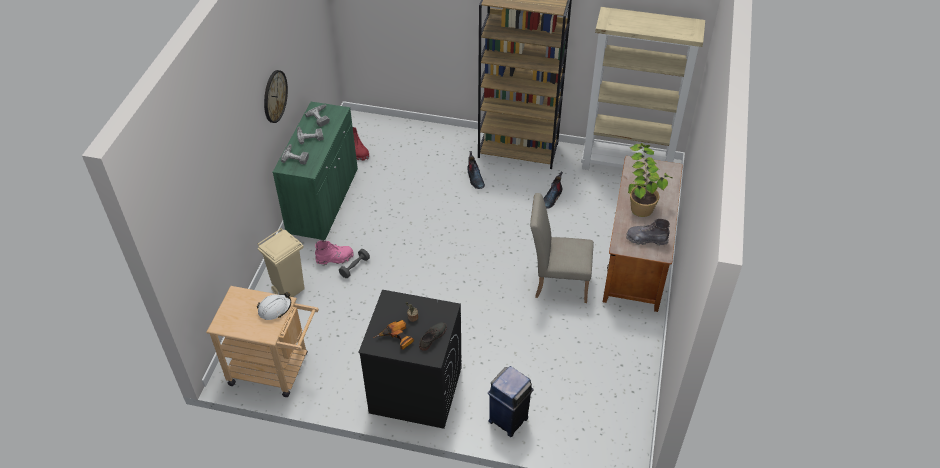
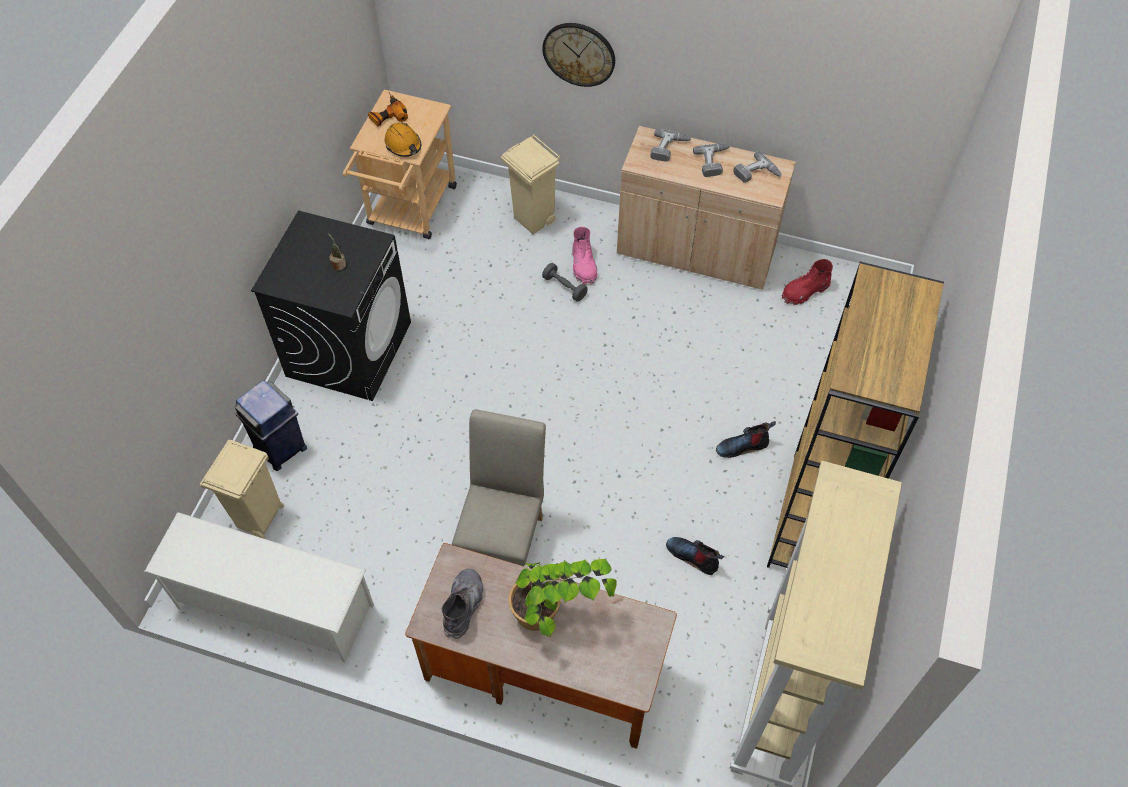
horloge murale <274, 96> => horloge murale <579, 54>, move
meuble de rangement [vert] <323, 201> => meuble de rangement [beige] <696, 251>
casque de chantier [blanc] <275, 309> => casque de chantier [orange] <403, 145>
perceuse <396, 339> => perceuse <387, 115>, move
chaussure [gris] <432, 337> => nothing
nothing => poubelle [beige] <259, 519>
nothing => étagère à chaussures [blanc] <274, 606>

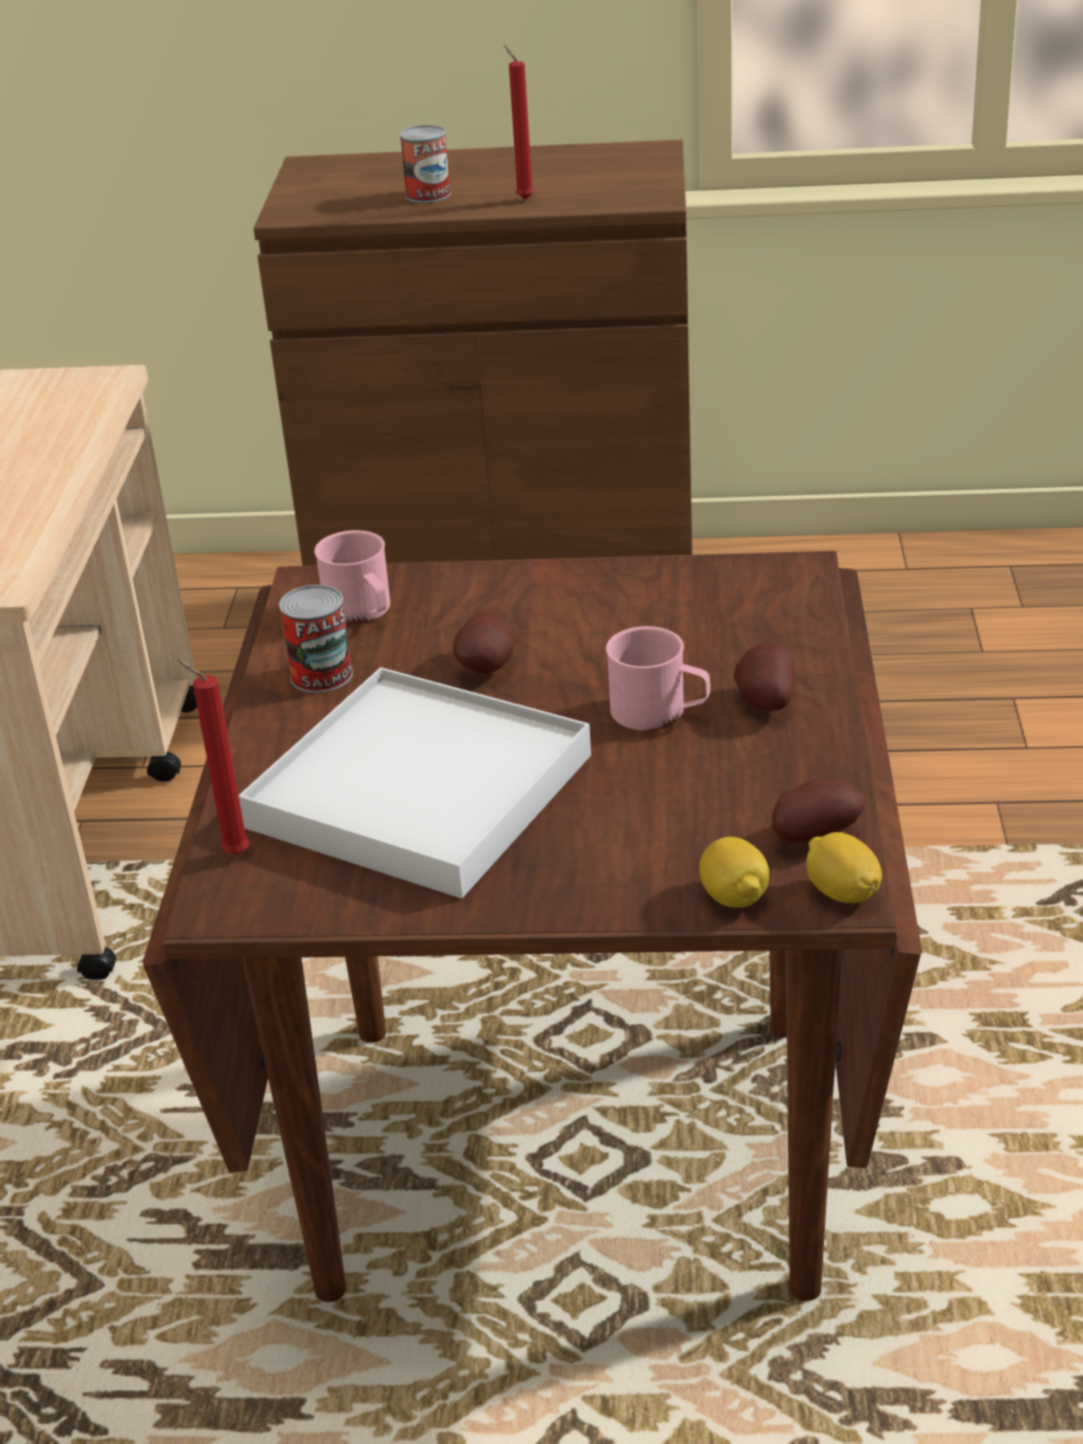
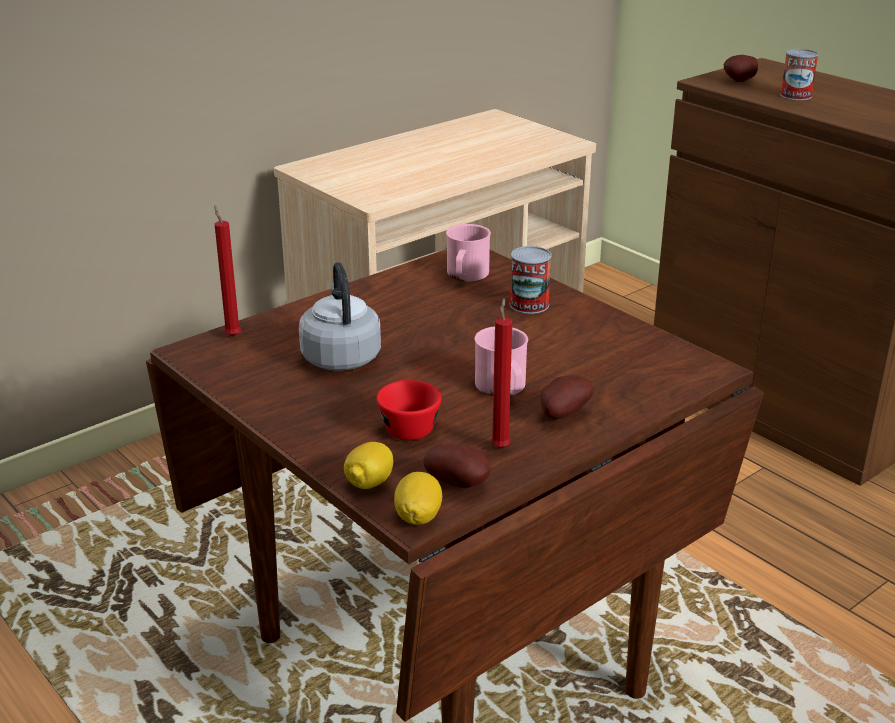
bougie [rouge] <523, 198> => bougie [rouge] <500, 446>, move
boîte métallique <321, 675> => boîte métallique <529, 304>, move
pomme de terre <488, 667> => pomme de terre <741, 81>, move
plateau [blanc] <419, 791> => bouilloire [gris] <340, 356>
nothing => tasse [rouge] <407, 426>

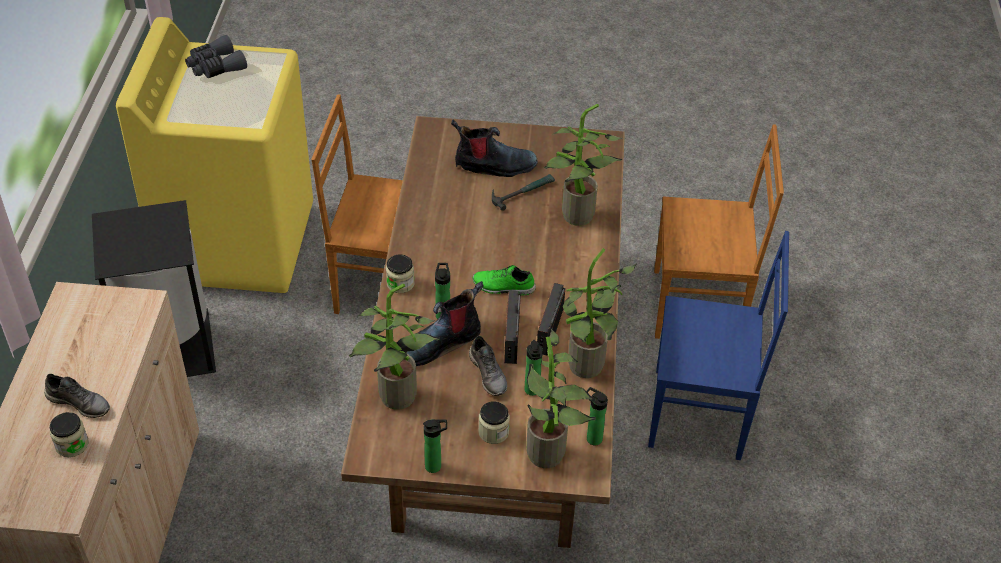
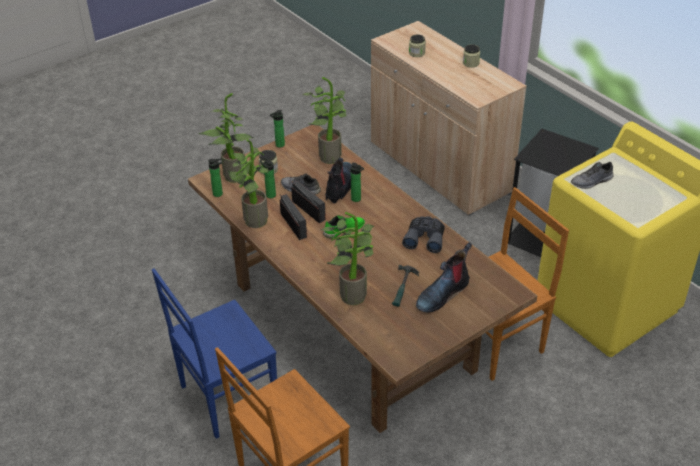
jumelles [gris] <215, 66> => jumelles [gris] <425, 238>, move
bocal <400, 283> => bocal <471, 63>, move
chaussure [gris] <79, 402> => chaussure [gris] <592, 182>, move

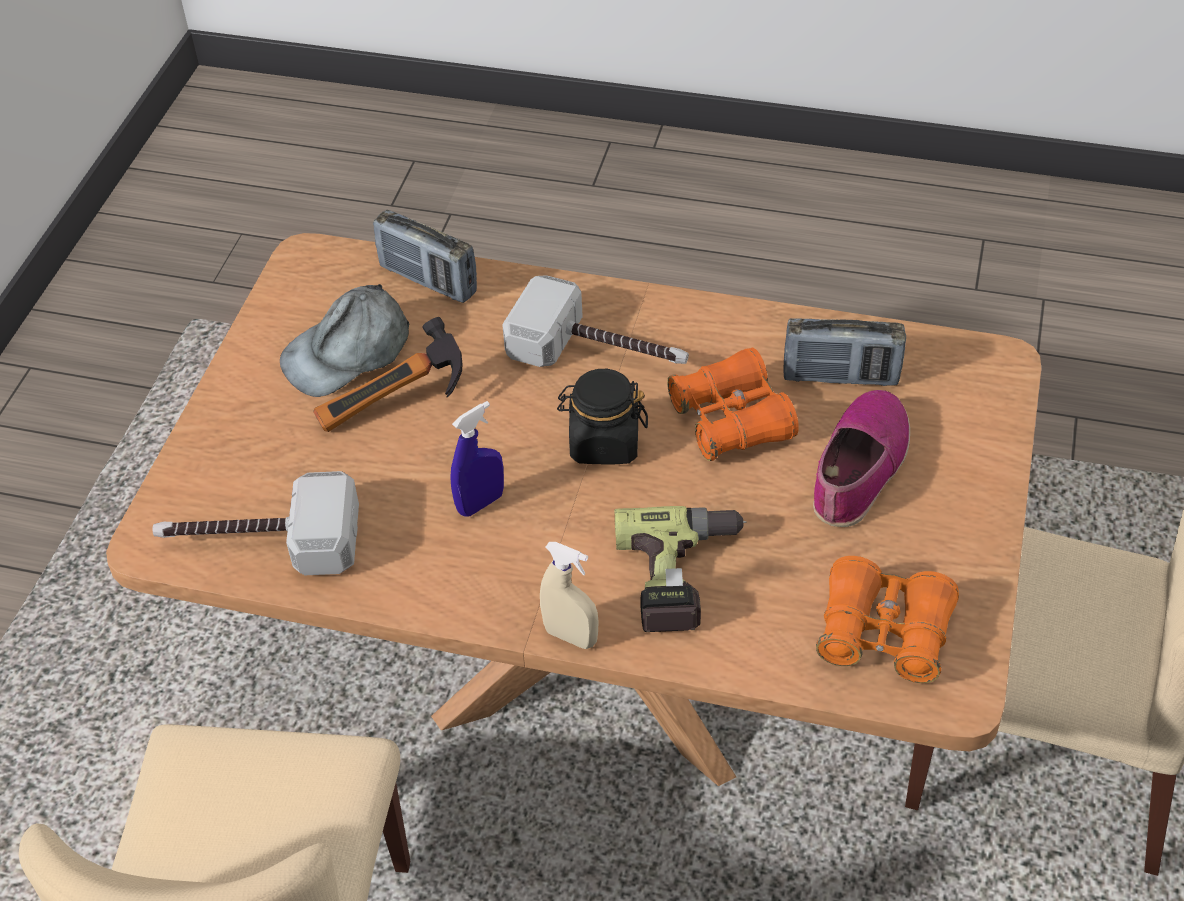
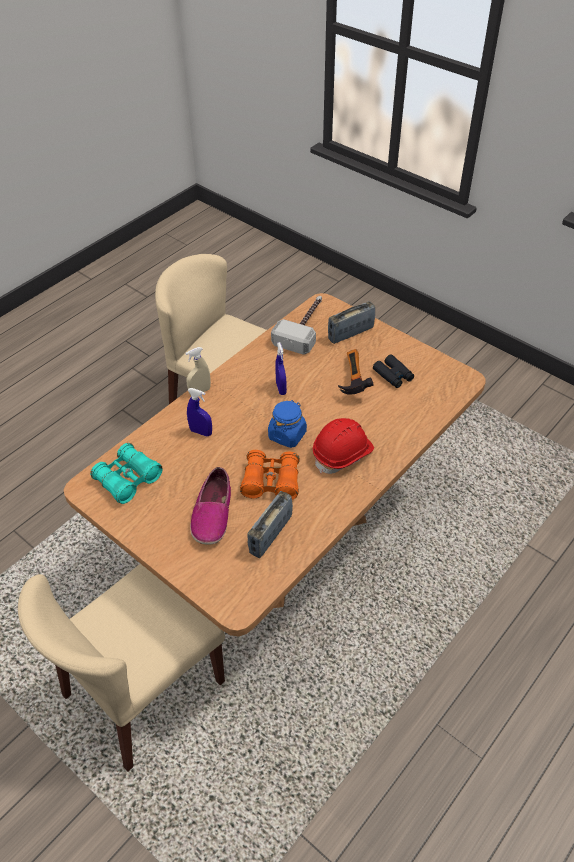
radio <428, 280> => radio <350, 333>, move
marteau <601, 352> => casque de chantier [rouge] <343, 454>
casquette [gris] <348, 352> => jumelles [noir] <393, 375>
bocal [noir] <604, 443> => bocal [bleu] <287, 435>
chaussure <859, 468> => chaussure <212, 514>, 45 degrees clockwise
perceuse <683, 577> => vaporisateur [bleu] <201, 432>
jumelles [orange] <883, 634> => jumelles [turquoise] <128, 479>

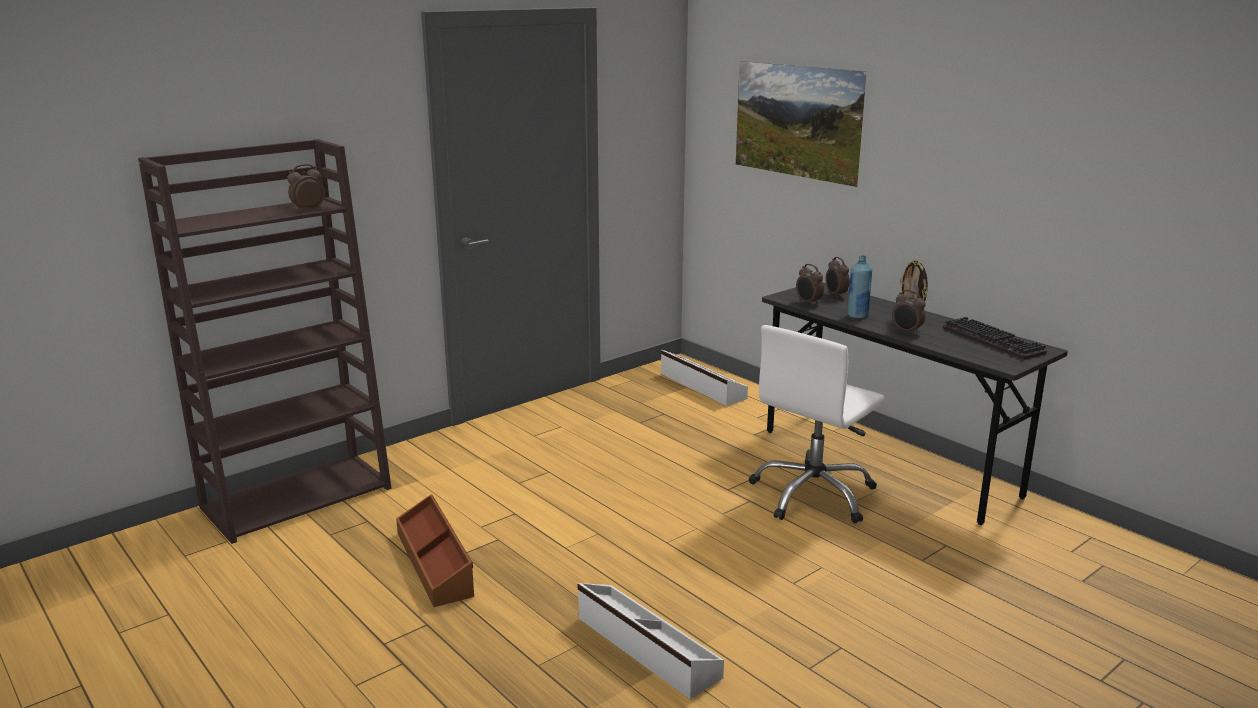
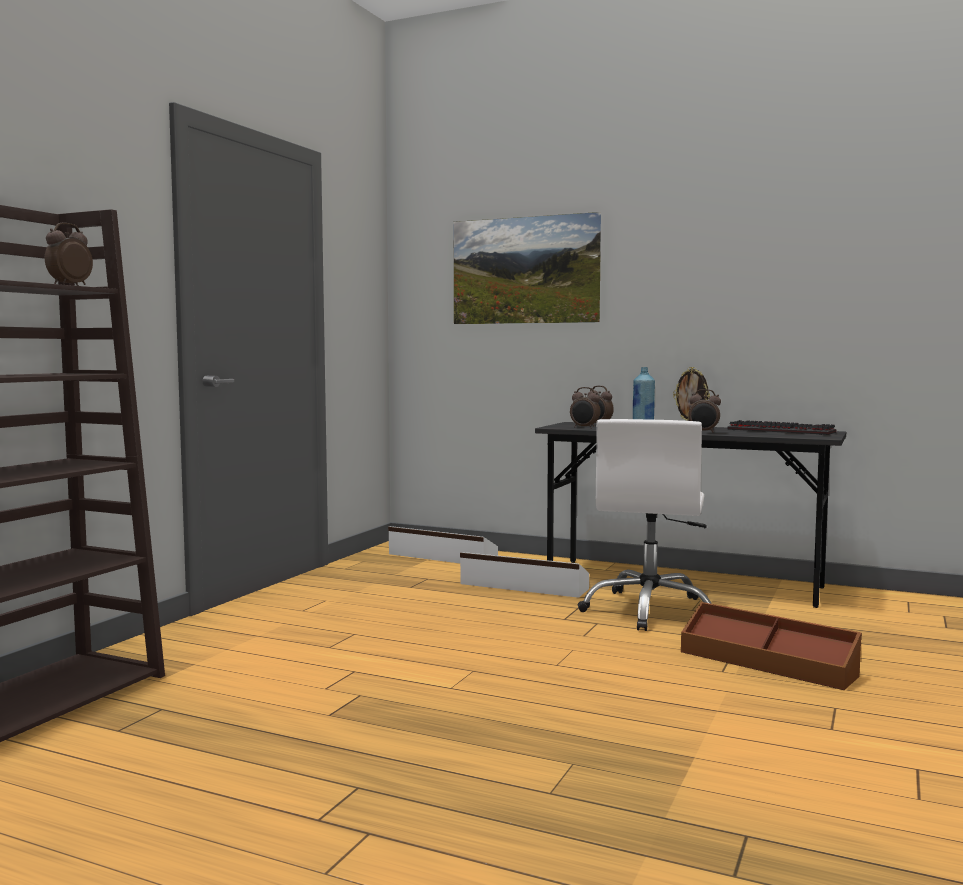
boîte de rangement [marron] <436, 563> => boîte de rangement [marron] <767, 663>, move
boîte de rangement [blanc] <646, 648> => boîte de rangement [blanc] <523, 587>, move

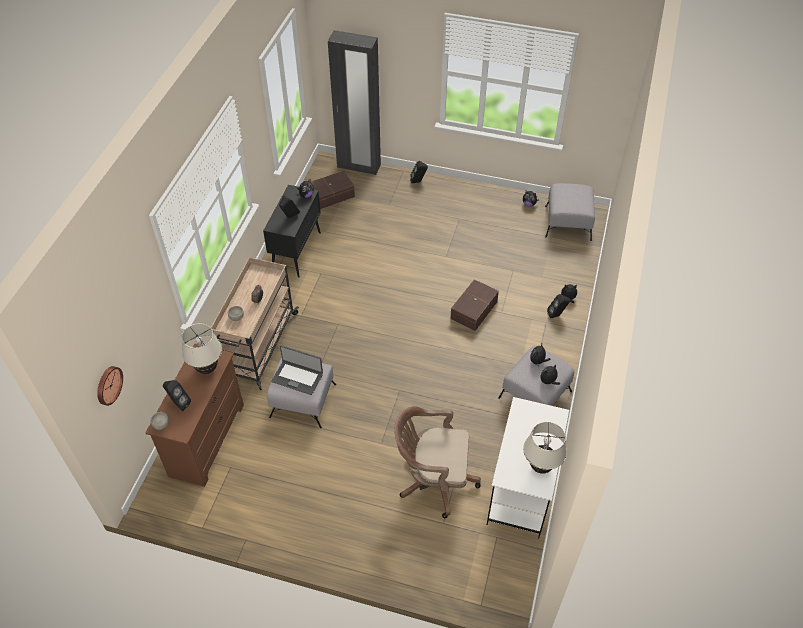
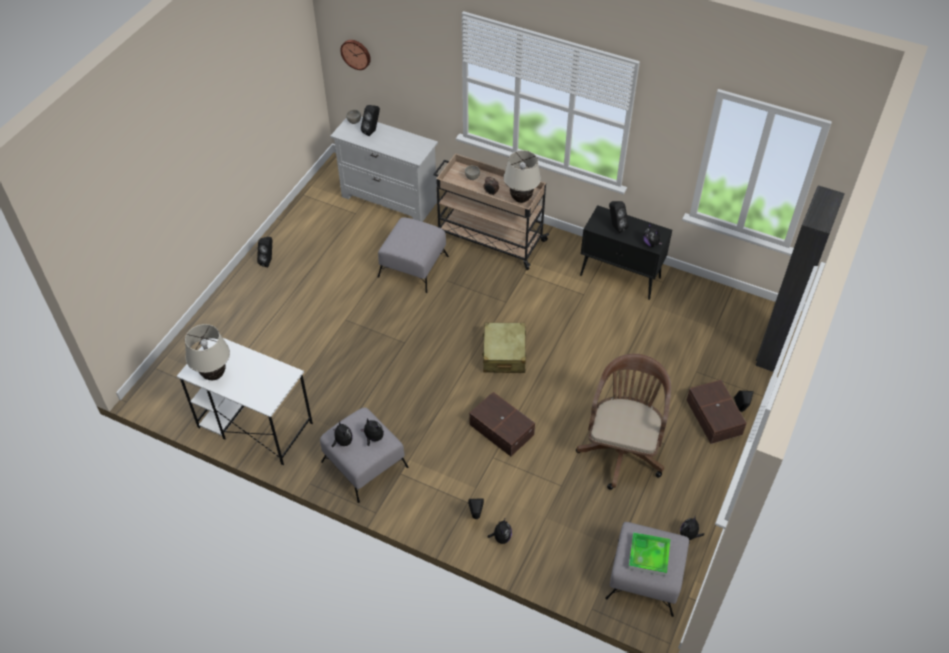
boîte de rangement [marron] <332, 195> => boîte de rangement [marron] <713, 418>, move
lampe de table [beige] <207, 369> => lampe de table [beige] <521, 199>, move
commode [marron] <207, 439> => commode [blanc] <389, 199>
ordinateur portable <297, 377> => nothing
chaise de bureau [marron] <433, 480> => chaise de bureau [marron] <622, 449>, move
nothing => enceinte [noir] <268, 261>
nothing => valise [beige] <504, 354>
nothing => plateau <648, 555>

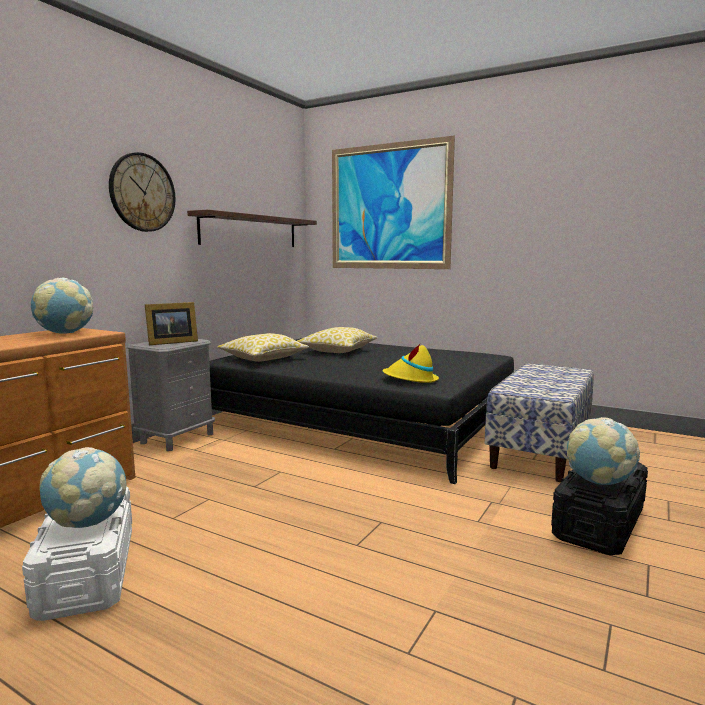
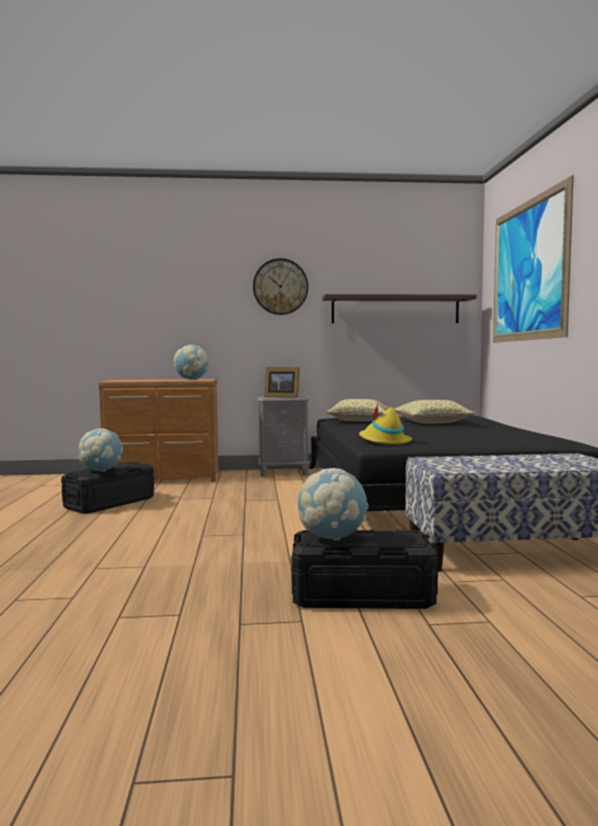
boîte de rangement [blanc] <87, 572> => boîte de rangement [noir] <110, 502>

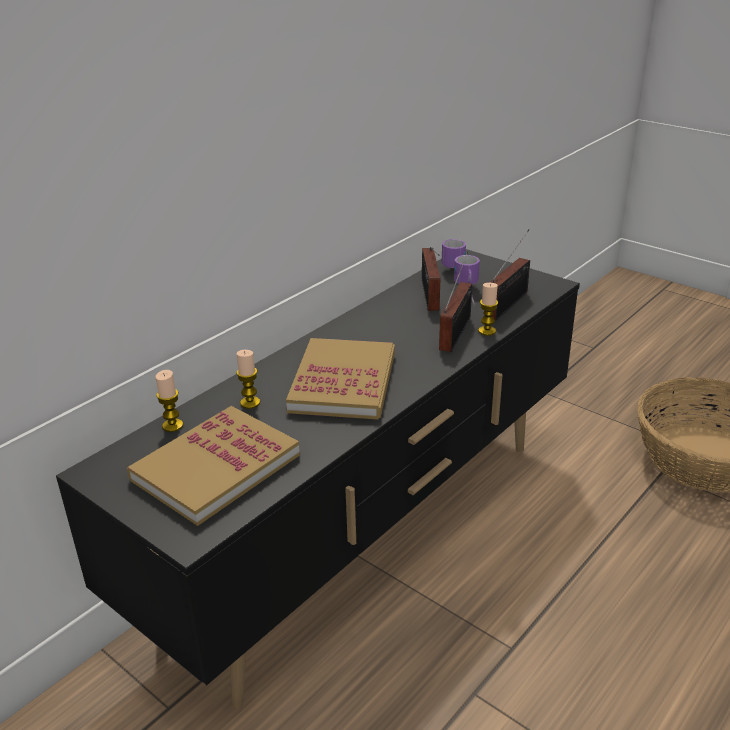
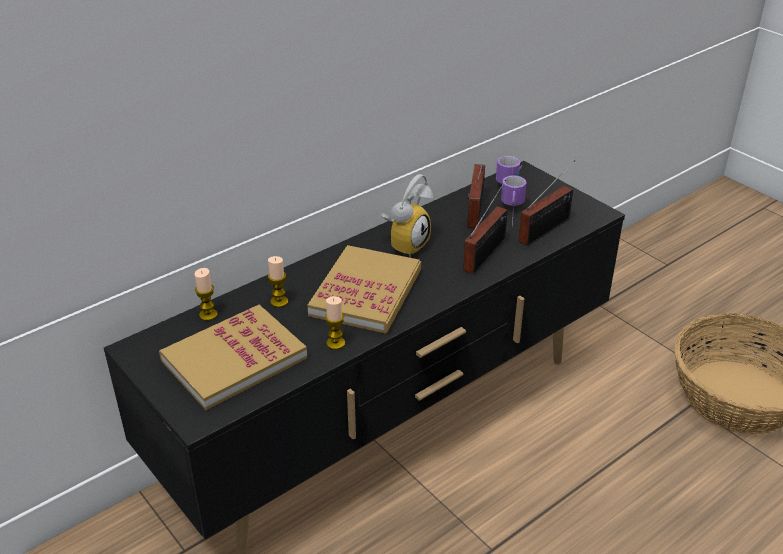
bougie <487, 331> => bougie <335, 343>, move
nothing => réveil <405, 243>

